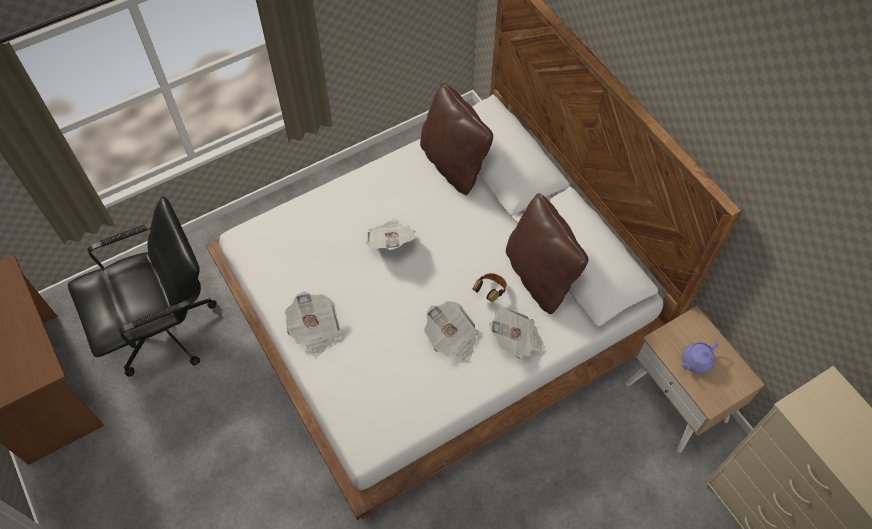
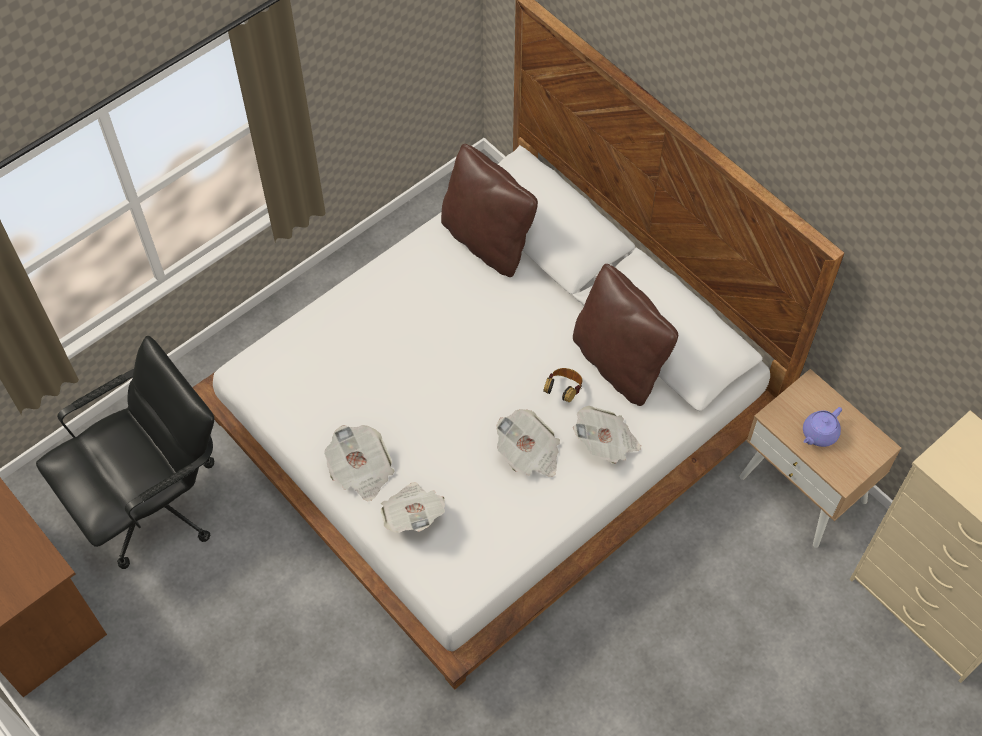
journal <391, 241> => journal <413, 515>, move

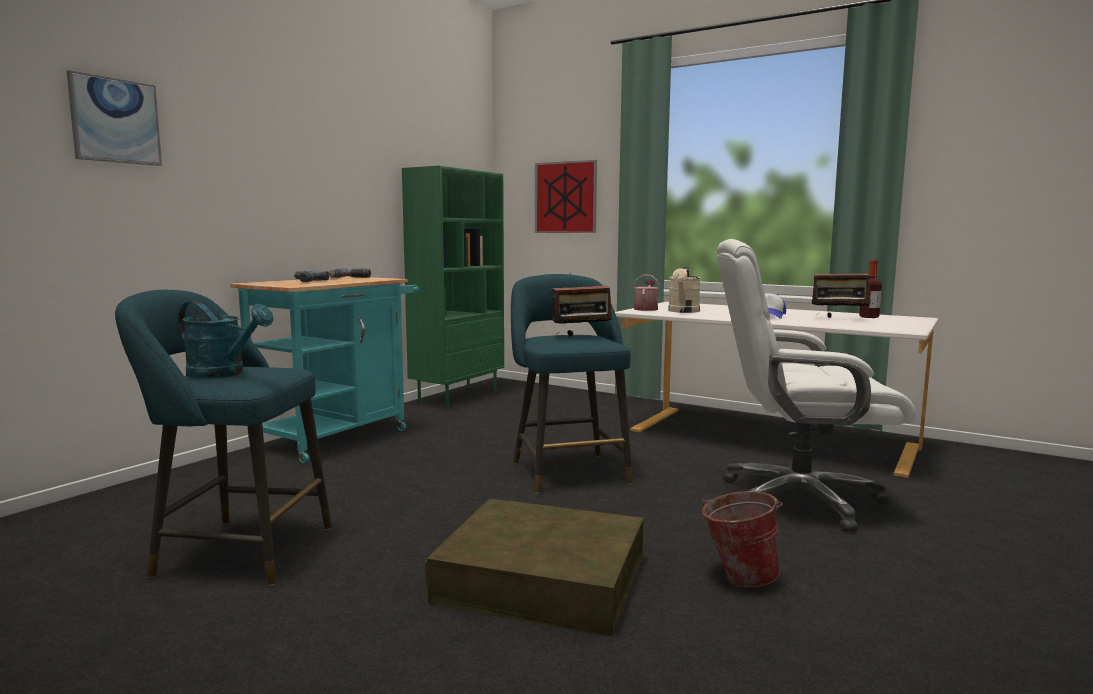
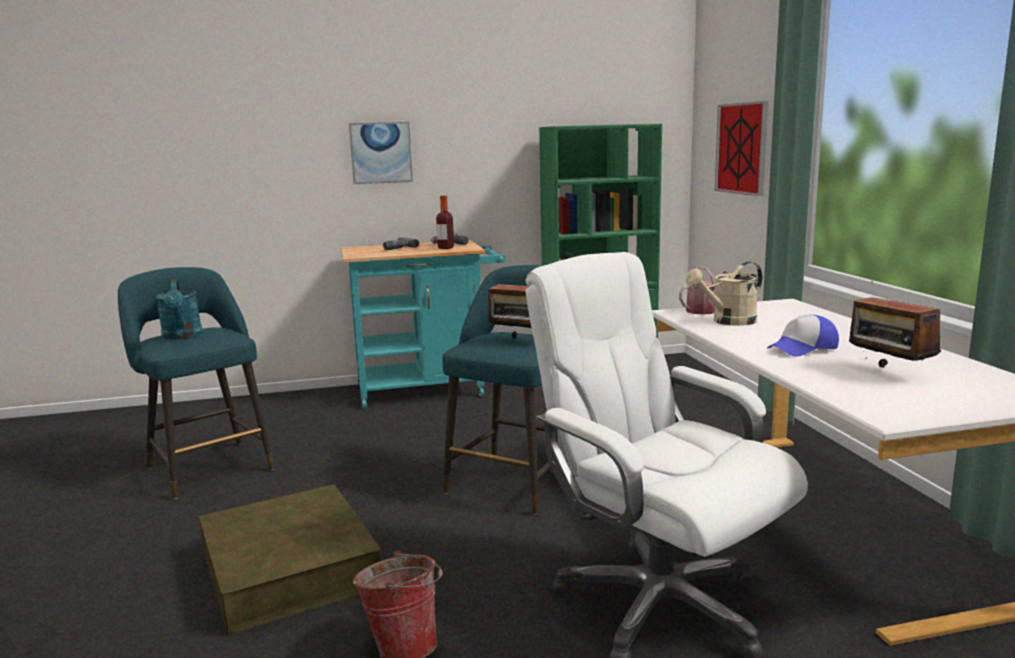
tableau <115, 121> => tableau <381, 153>, move
bouteille <869, 317> => bouteille <446, 248>, move

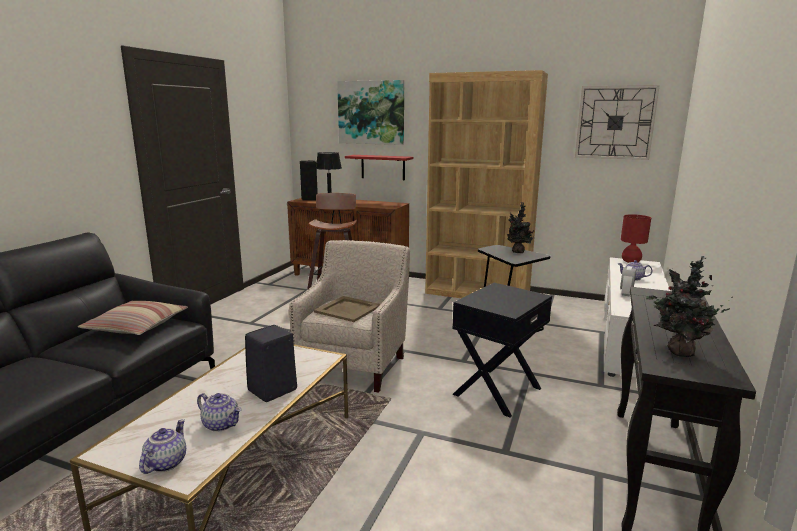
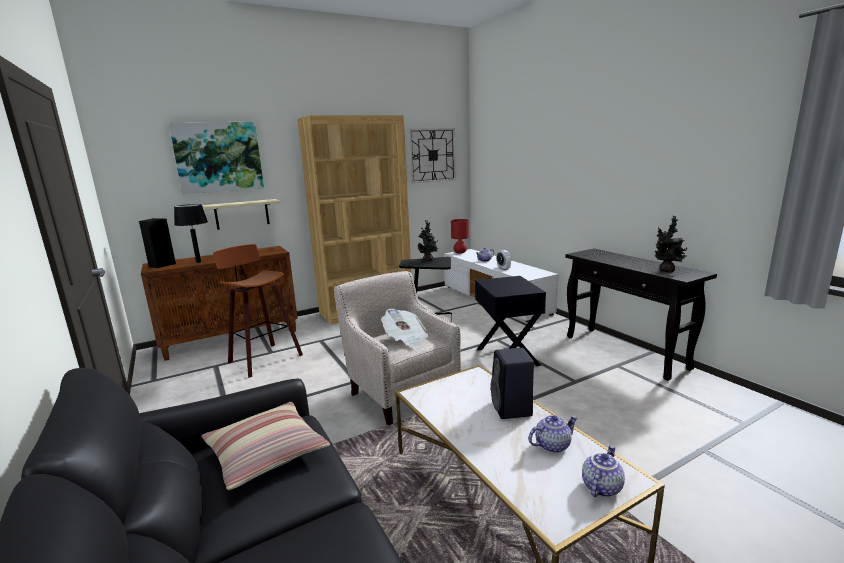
étagère [rouge] <383, 167> => étagère [beige] <242, 214>
plateau [beige] <348, 309> => journal <405, 339>
théière <165, 463> => théière <600, 486>, 75 degrees clockwise

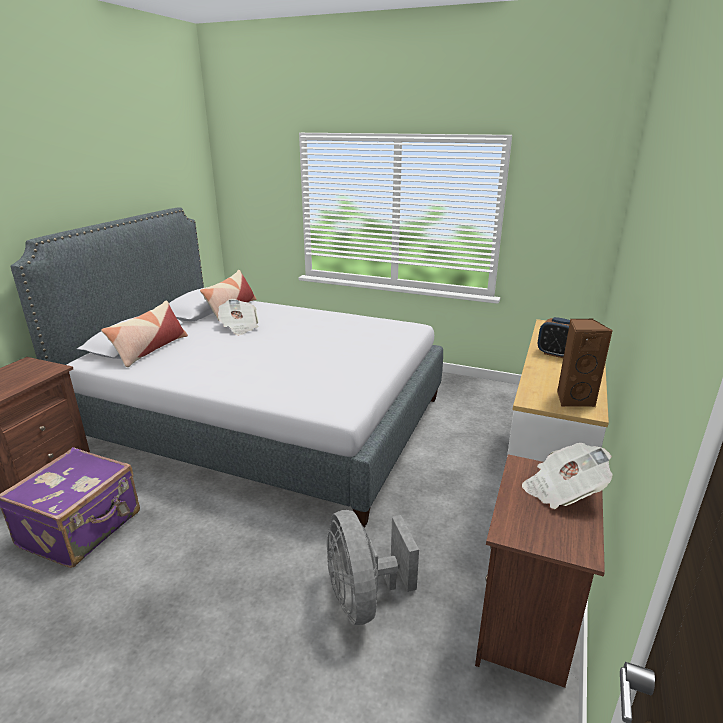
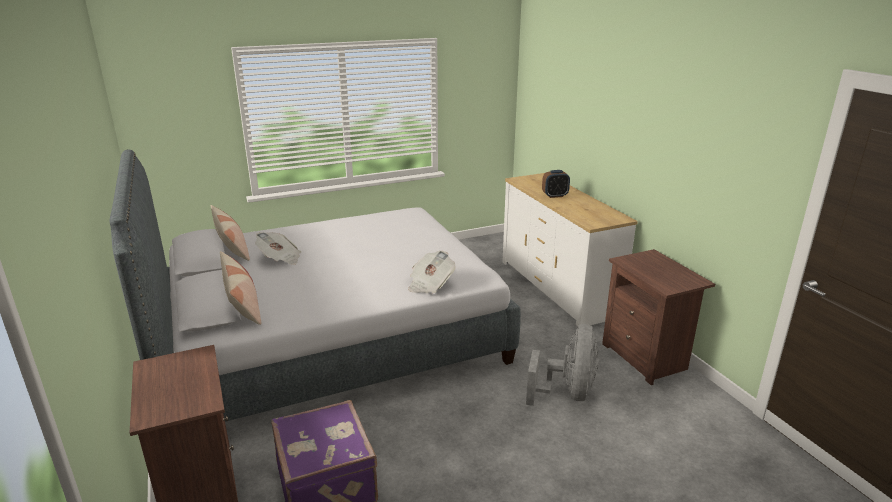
enceinte [marron] <573, 399> => nothing
journal <562, 491> => journal <430, 284>, move
ventilateur [gris] <364, 597> => ventilateur [gris] <567, 393>, 105 degrees counterclockwise

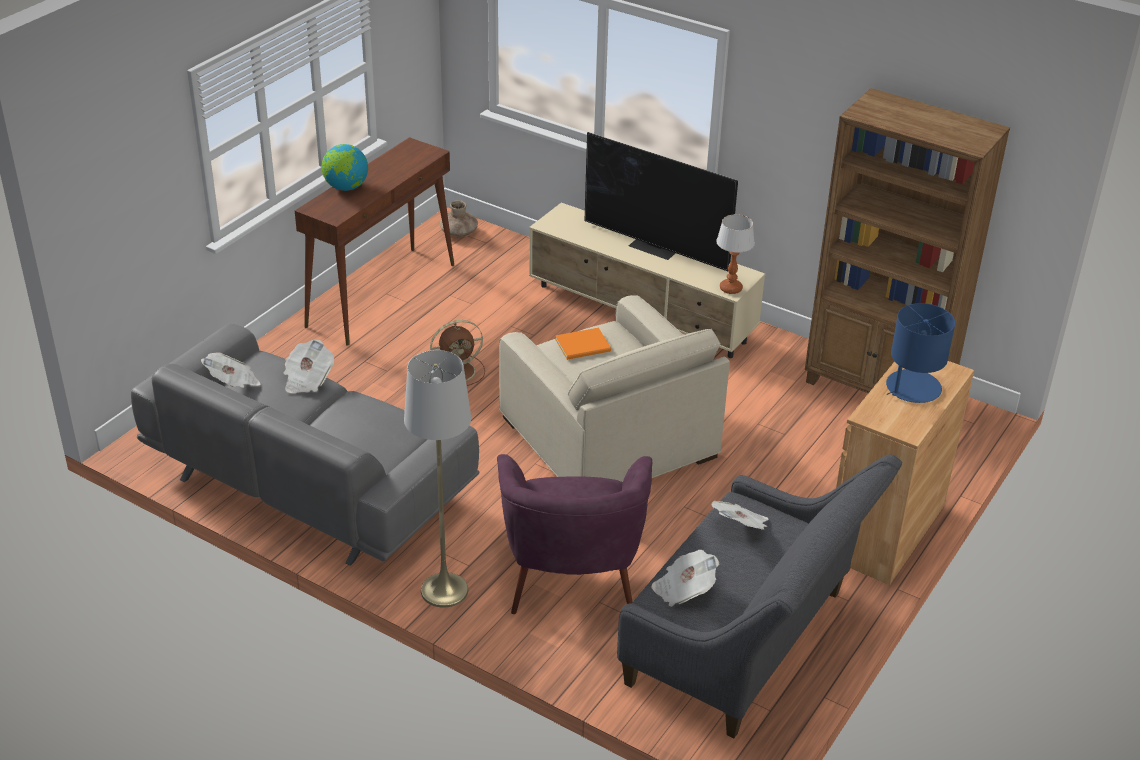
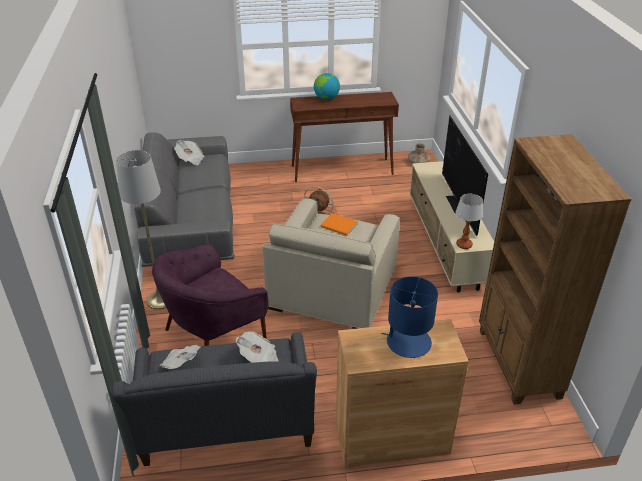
journal <307, 379> => nothing

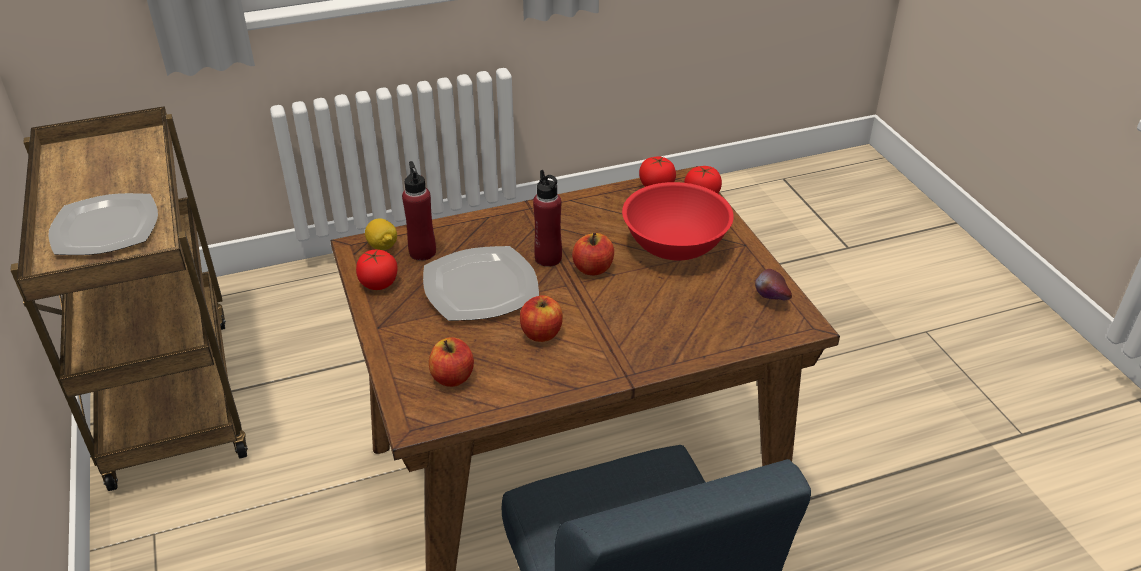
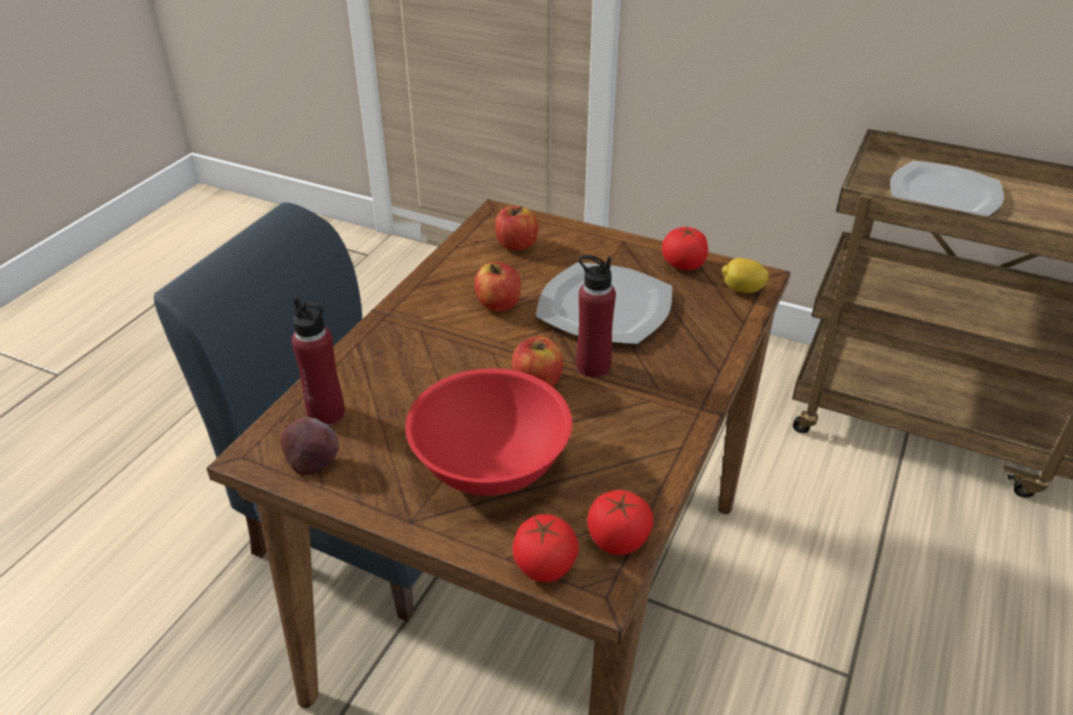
bouteille [rouge] <422, 252> => bouteille [rouge] <326, 413>, move

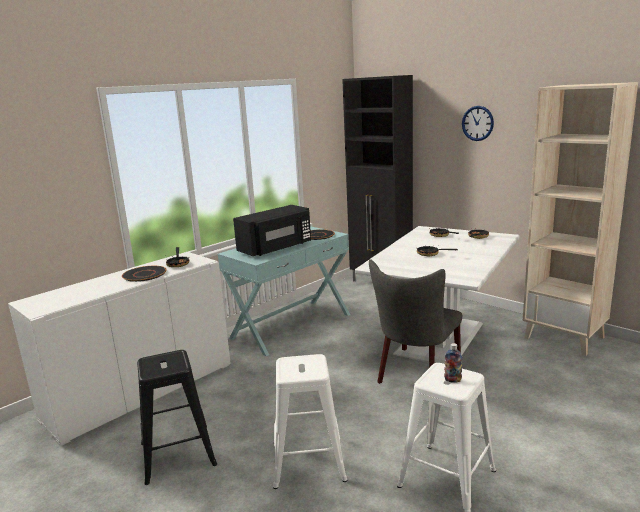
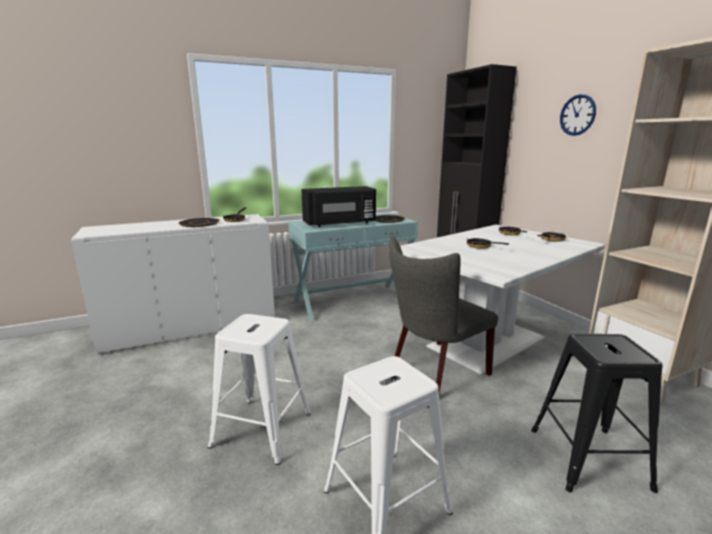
bouteille <452, 380> => nothing
tabouret [noir] <176, 453> => tabouret [noir] <586, 457>, move

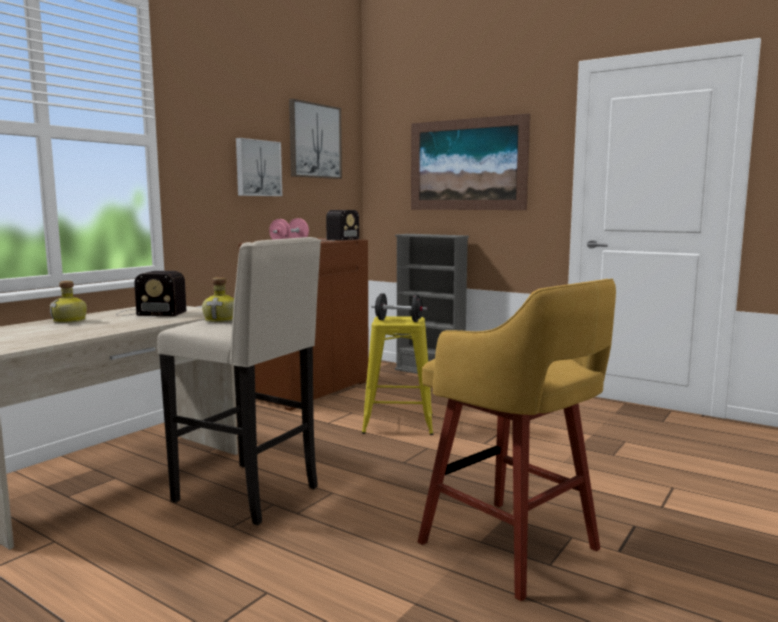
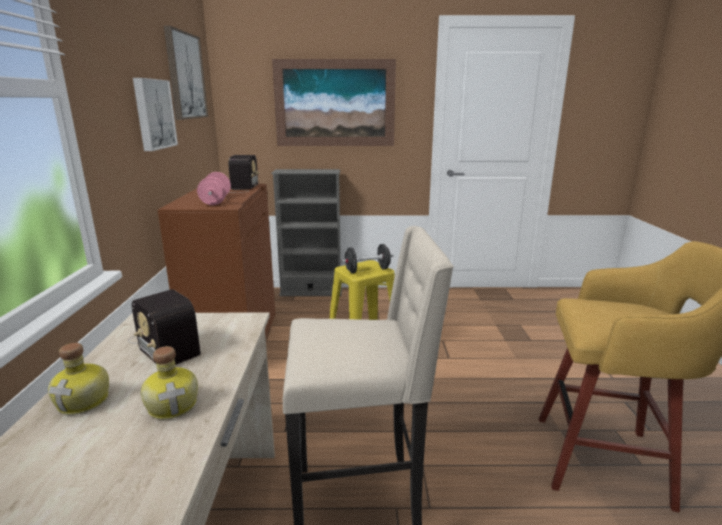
radio <149, 312> => radio <165, 343>, 75 degrees clockwise
bouteille <222, 320> => bouteille <174, 405>, move

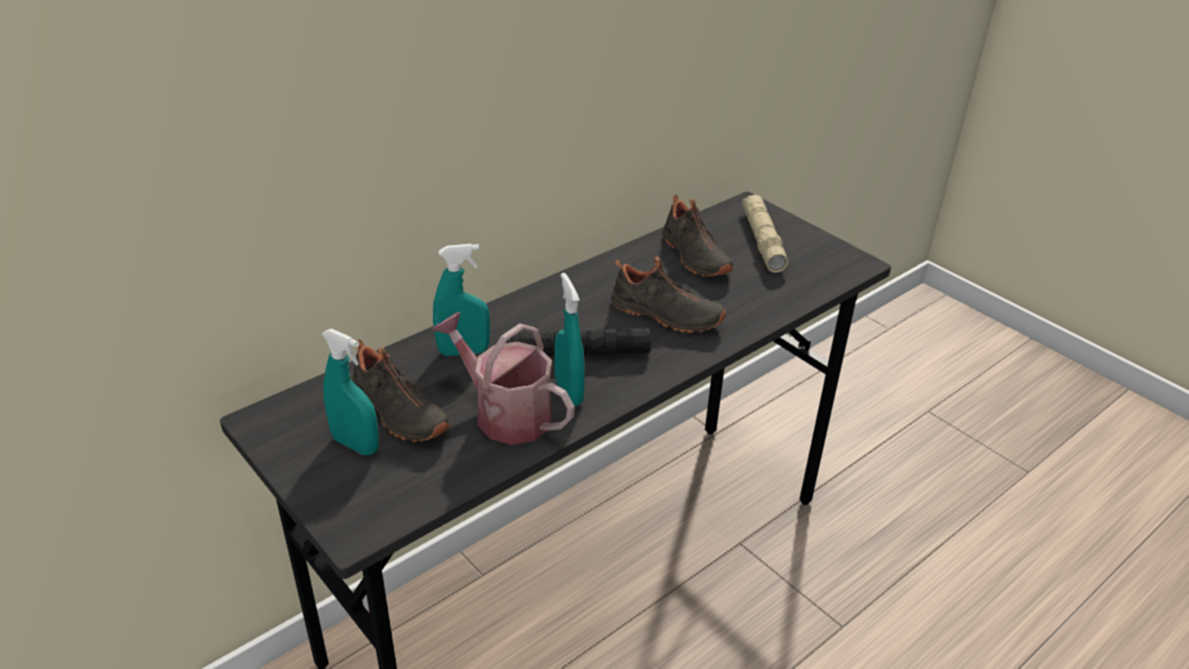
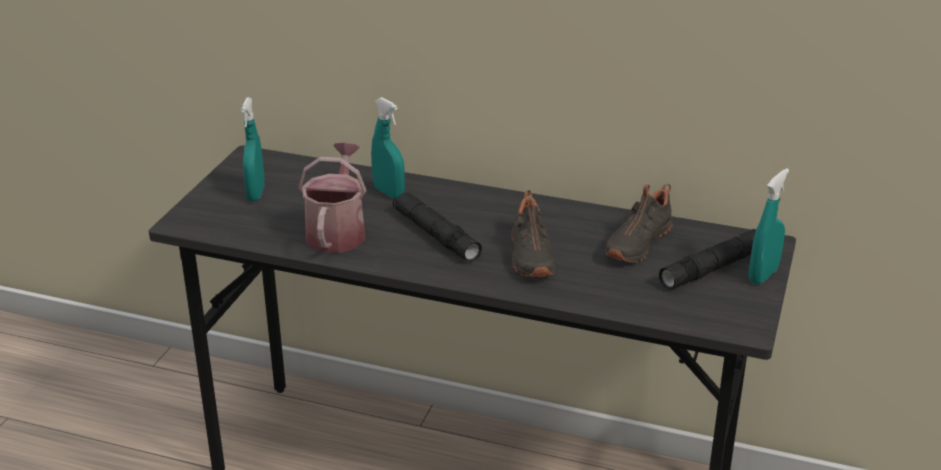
lampe de poche [beige] <762, 240> => lampe de poche [noir] <713, 268>
vaporisateur [turquoise] <568, 392> => vaporisateur [turquoise] <763, 275>, move
chaussure [noir] <397, 413> => nothing

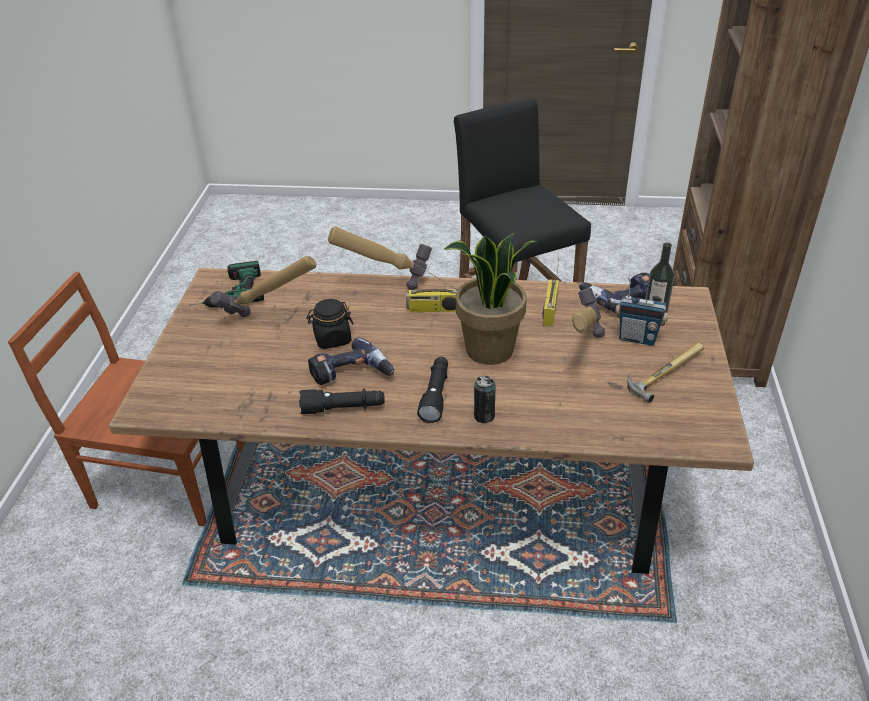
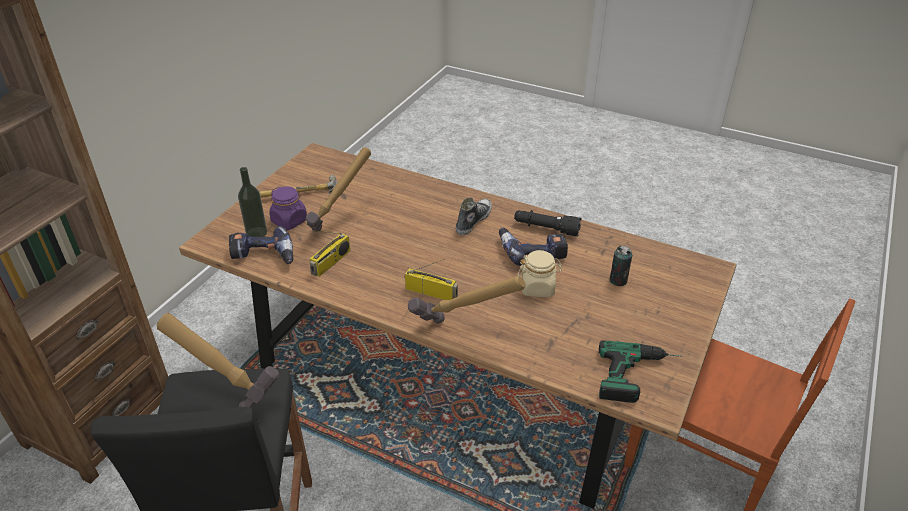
plante en pot <489, 350> => nothing
marteau <270, 323> => marteau <229, 390>, move
radio <637, 338> => bocal [violet] <289, 221>
bocal [noir] <332, 339> => bocal [beige] <538, 288>
lampe de poche [noir] <436, 395> => chaussure <473, 220>
boîte métallique <484, 416> => boîte métallique <618, 280>, move

